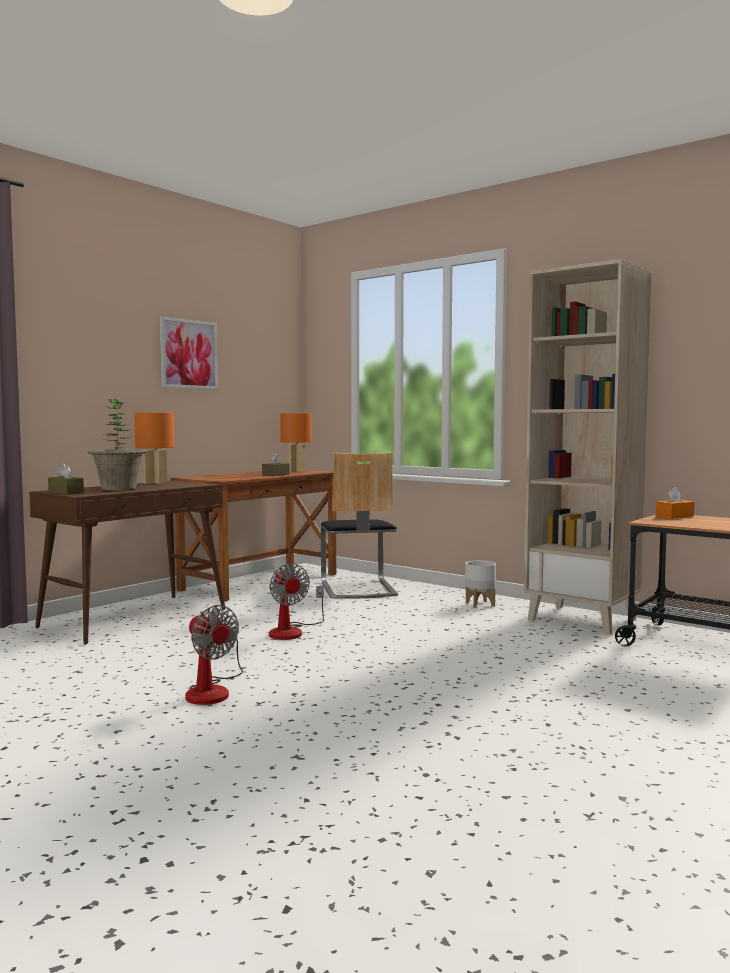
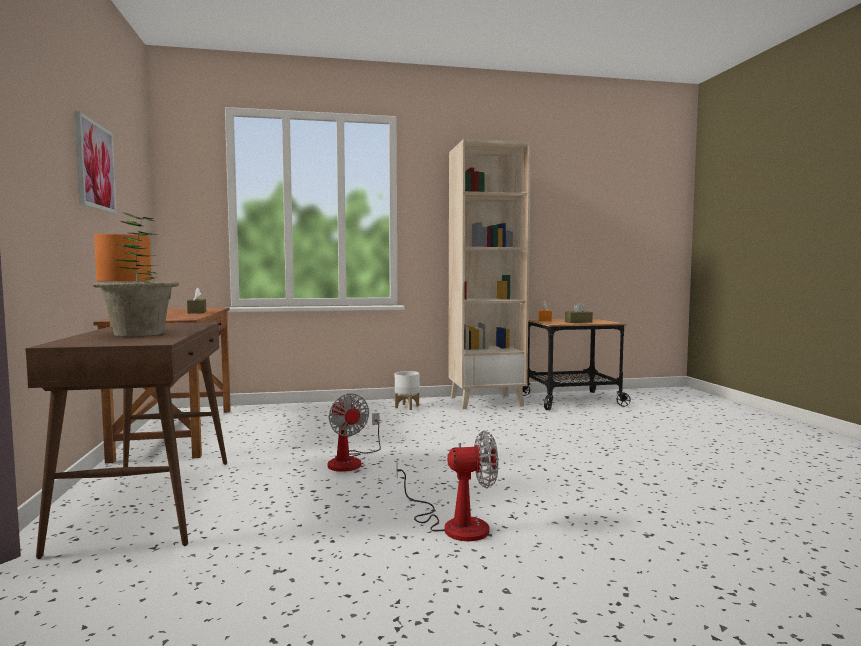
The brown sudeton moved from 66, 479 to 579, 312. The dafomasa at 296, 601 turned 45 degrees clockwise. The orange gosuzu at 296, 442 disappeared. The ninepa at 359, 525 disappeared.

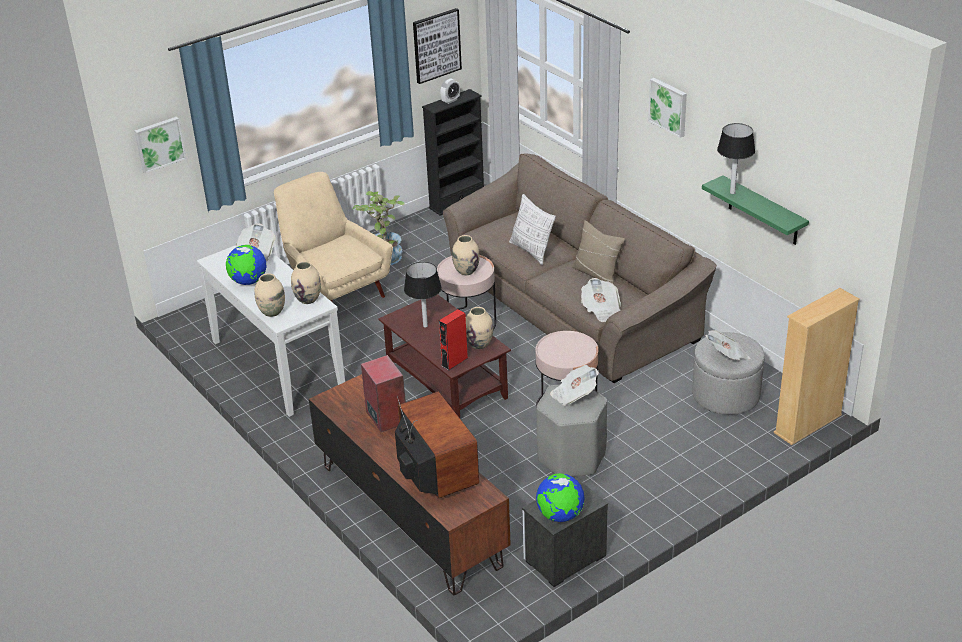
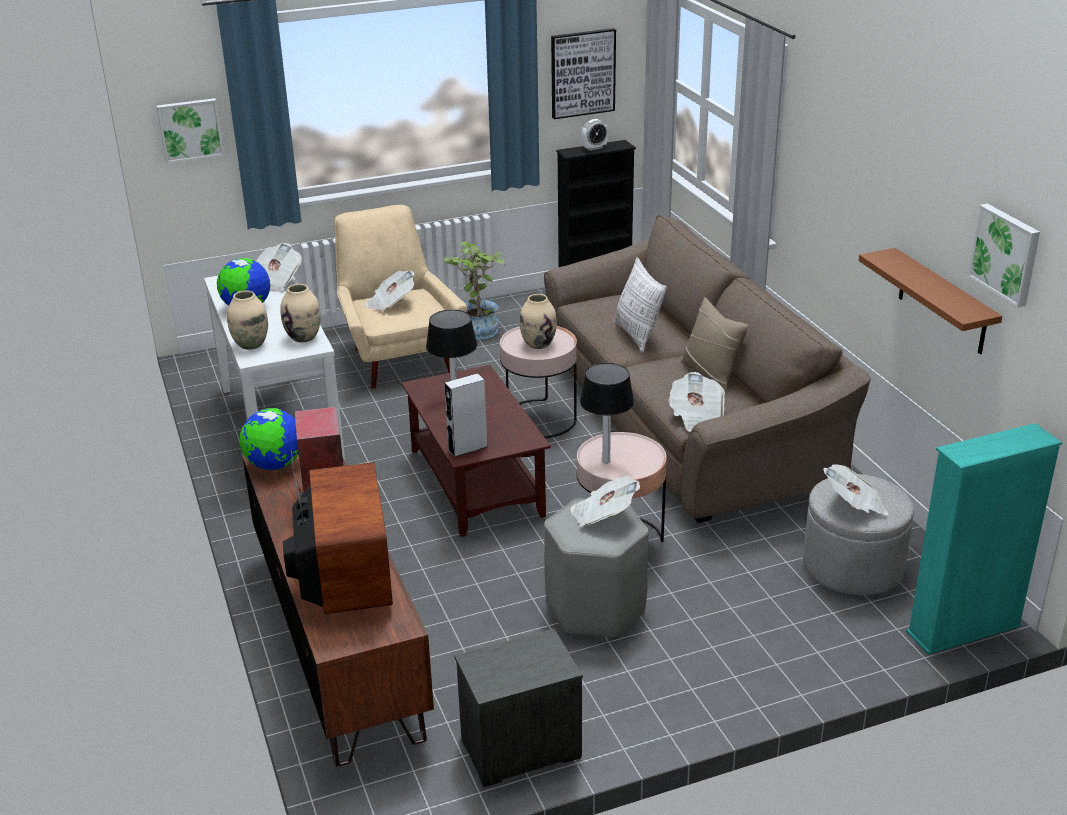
The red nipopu at 453, 339 became the grey nipopu at 466, 415. The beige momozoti at 479, 328 disappeared. The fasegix moved from 560, 497 to 269, 439. The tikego moved from 667, 108 to 1004, 255. The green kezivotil at 755, 210 became the brown kezivotil at 930, 301. The gosuzu moved from 736, 158 to 607, 413. The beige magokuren at 817, 366 became the turquoise magokuren at 984, 539. The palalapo at 390, 291 appeared.

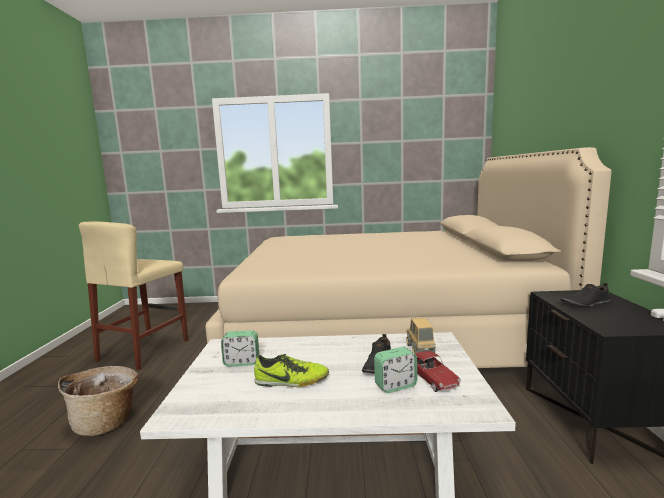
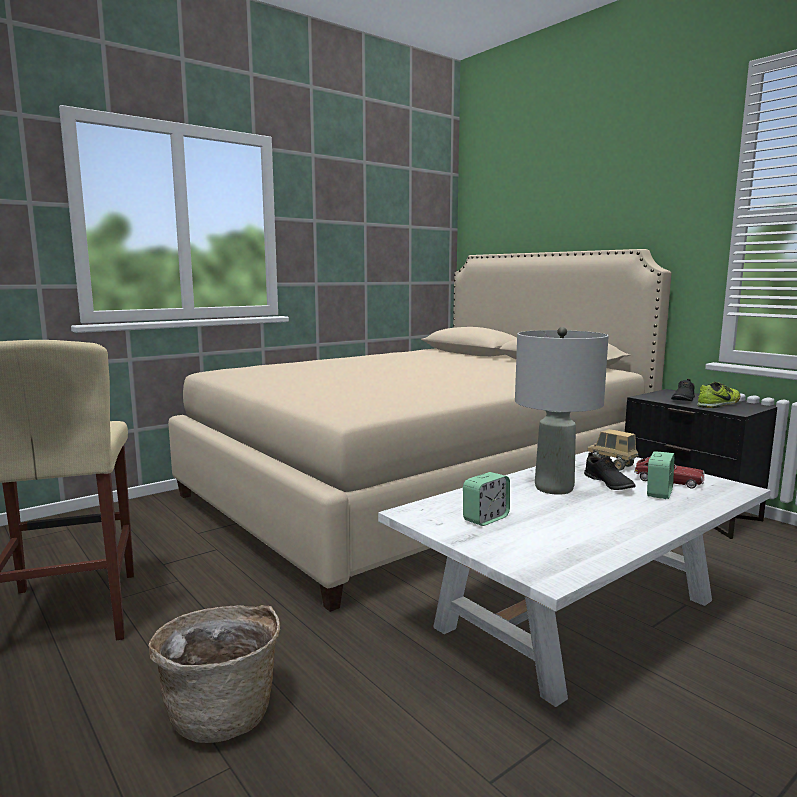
The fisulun moved from 291, 370 to 718, 395. The grey gosuzu at 562, 411 appeared.

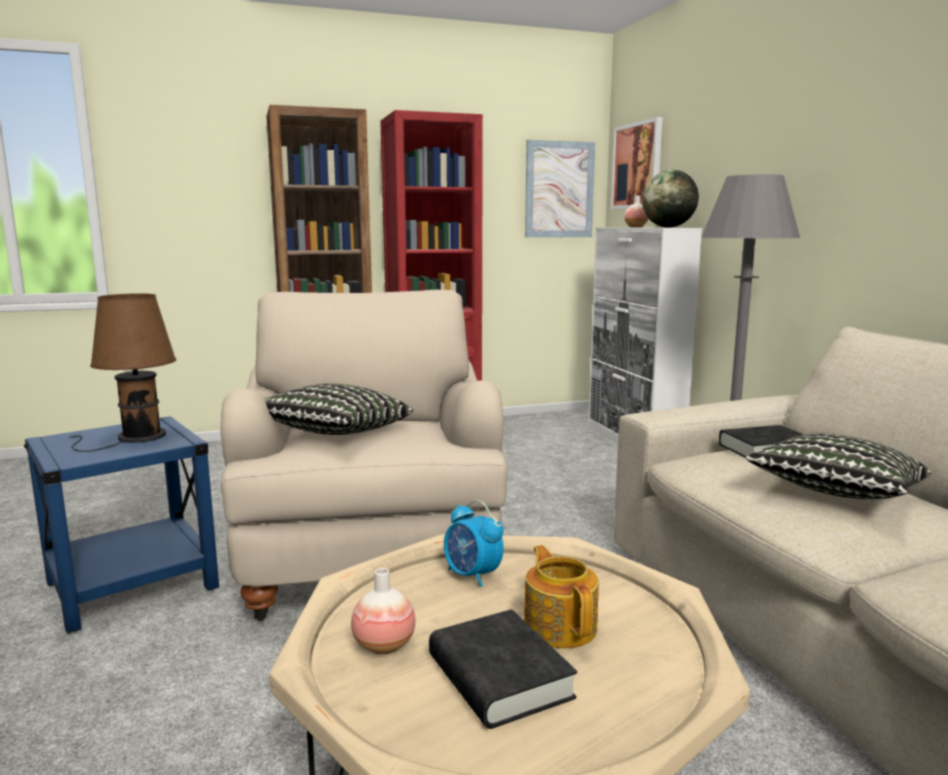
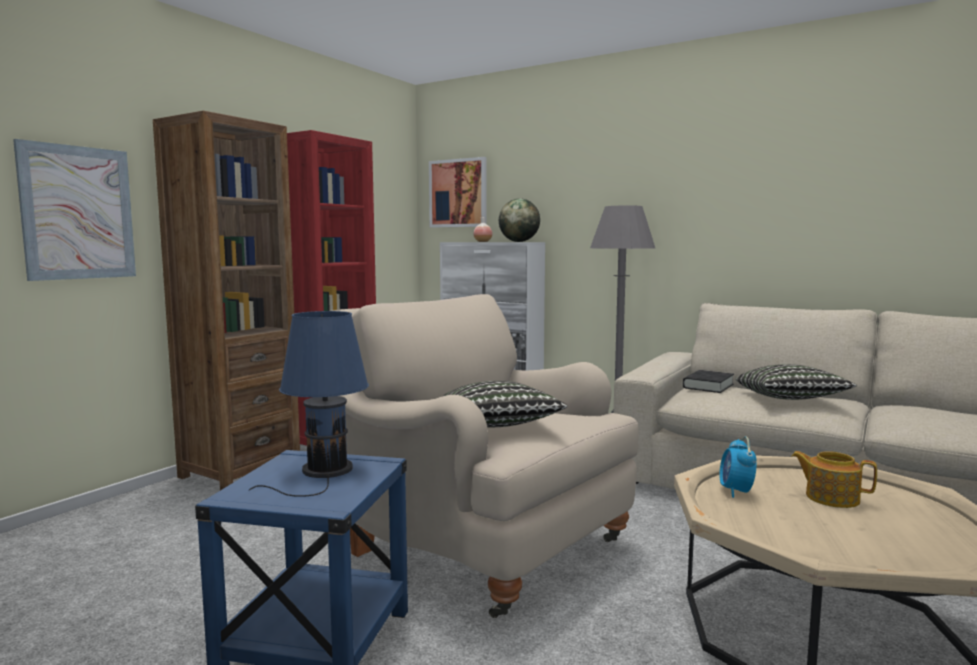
The brown gosuzu at 123, 372 became the blue gosuzu at 309, 404. The momozoti at 383, 611 disappeared. The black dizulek at 503, 669 disappeared. The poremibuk at 474, 543 turned 90 degrees clockwise. The tikego moved from 560, 189 to 74, 210.

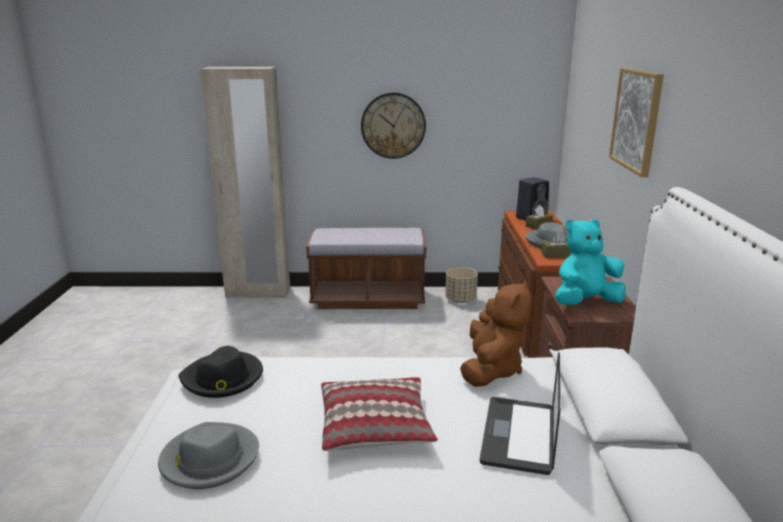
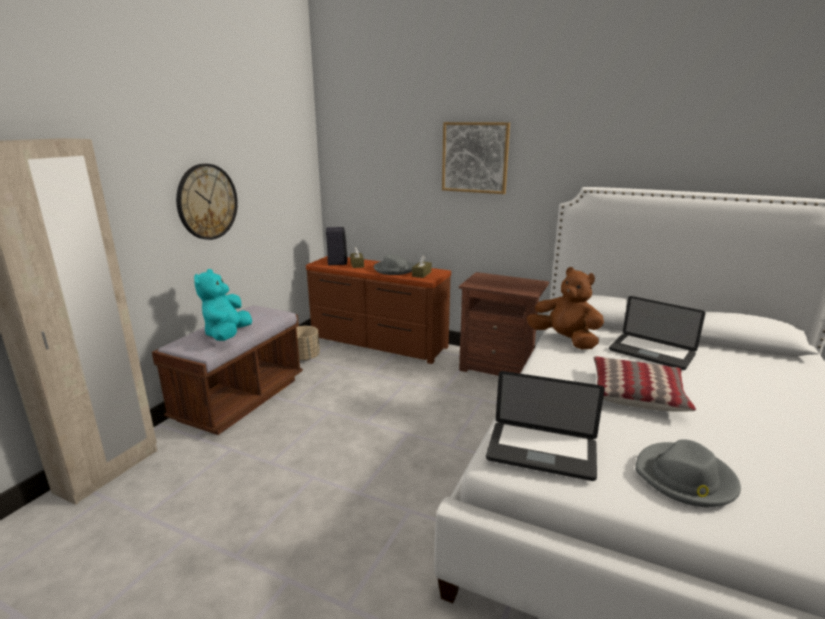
The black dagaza at 220, 372 was replaced by the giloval at 545, 426. The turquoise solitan moved from 590, 262 to 223, 305.

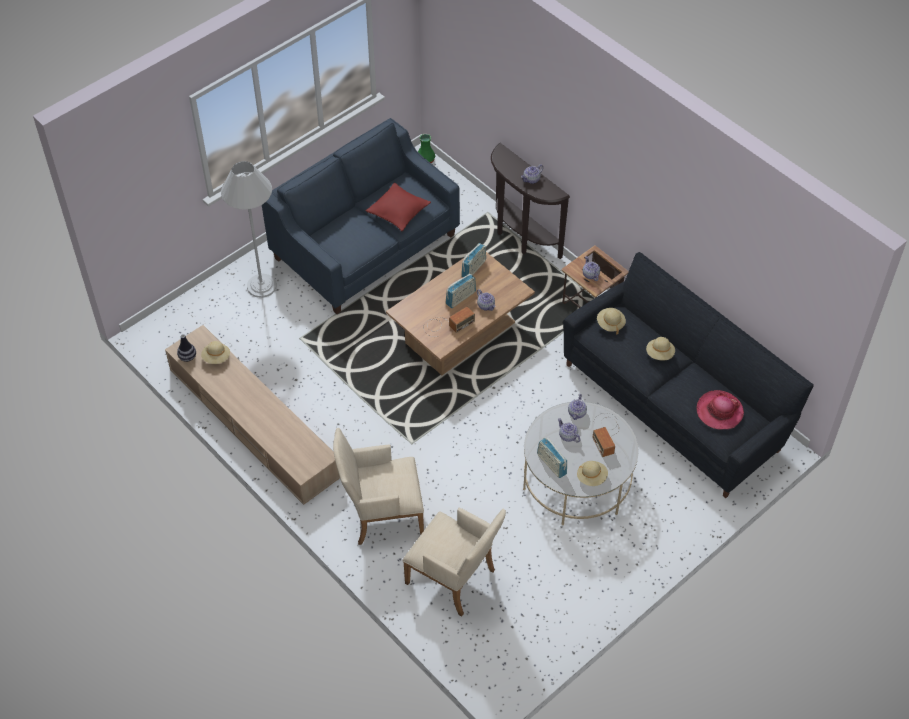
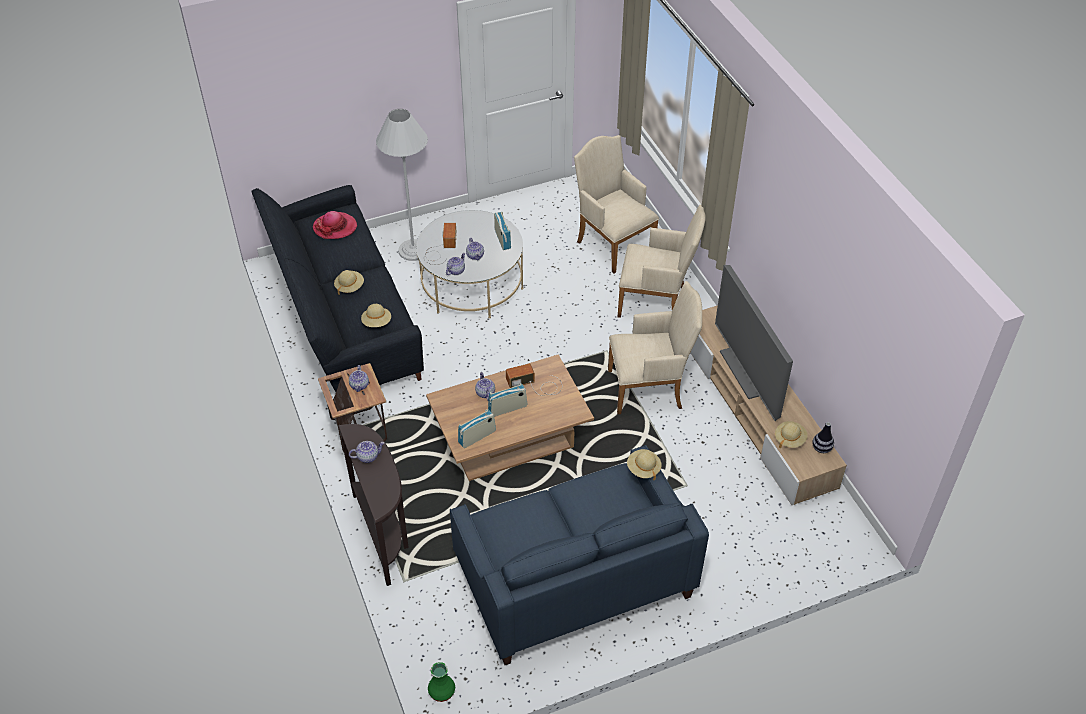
The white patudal moved from 249, 229 to 402, 185. The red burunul at 398, 206 disappeared. The beige dagaza moved from 592, 473 to 644, 464. The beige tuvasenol at 655, 347 appeared. The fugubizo at 754, 343 appeared.

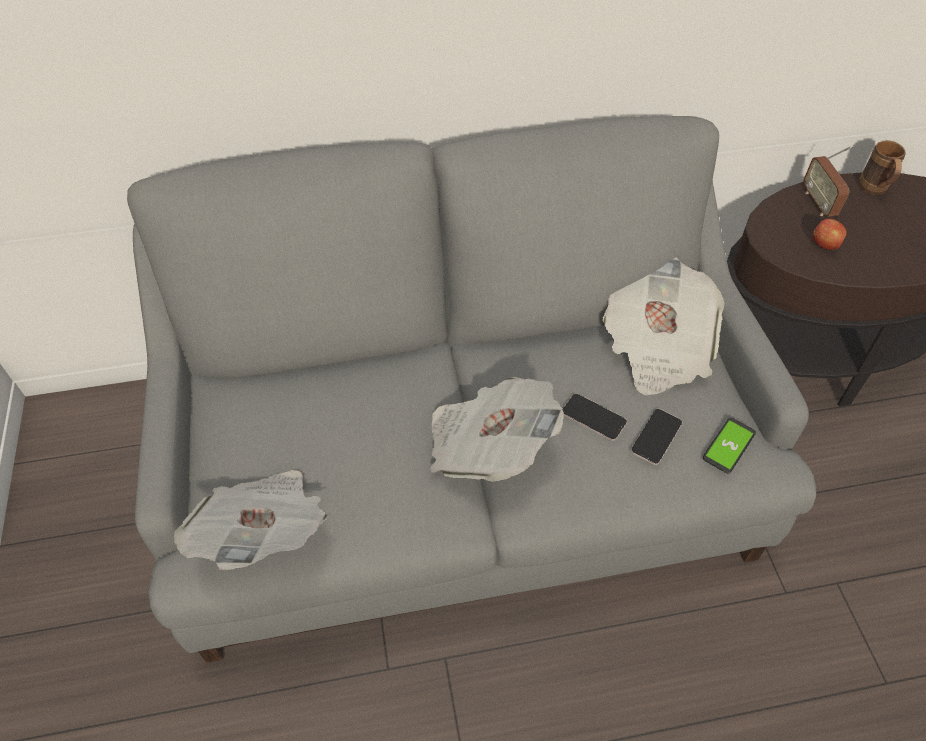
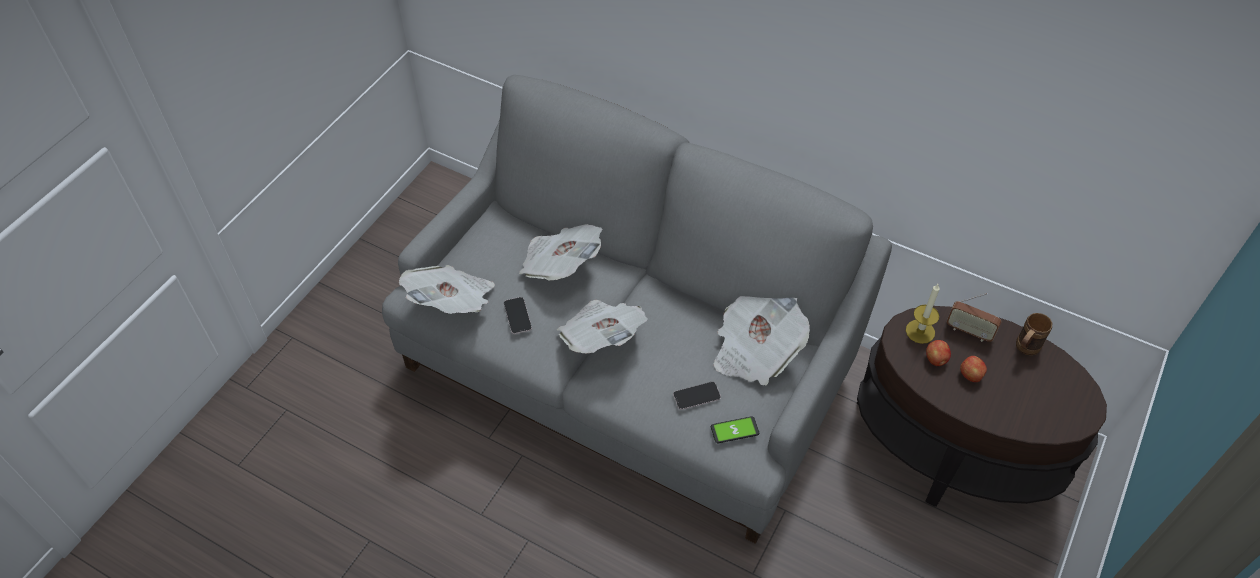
The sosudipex moved from 594, 417 to 518, 315. The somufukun at 827, 181 turned 90 degrees counterclockwise. The palalapo at 560, 252 appeared. The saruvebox at 923, 314 appeared. The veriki at 973, 369 appeared.

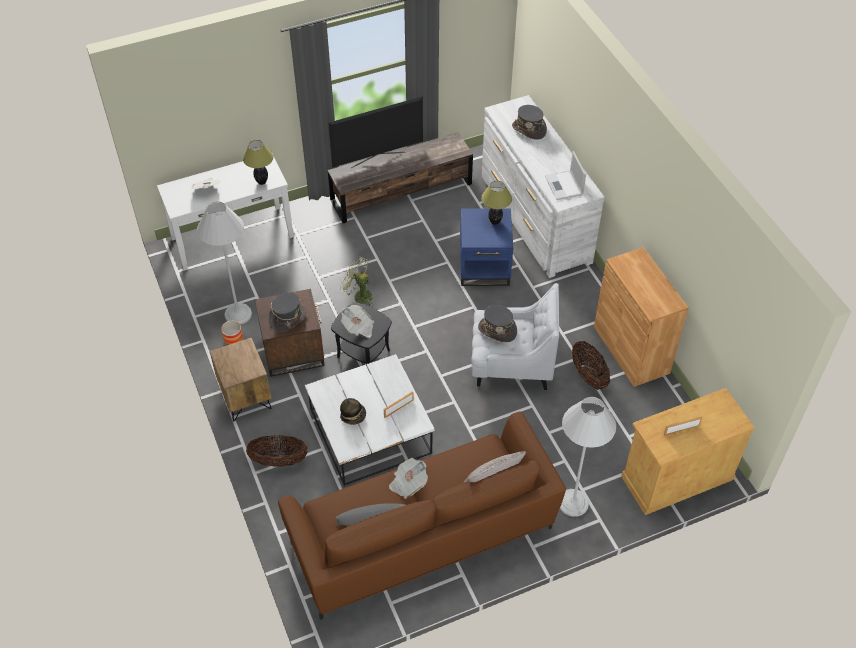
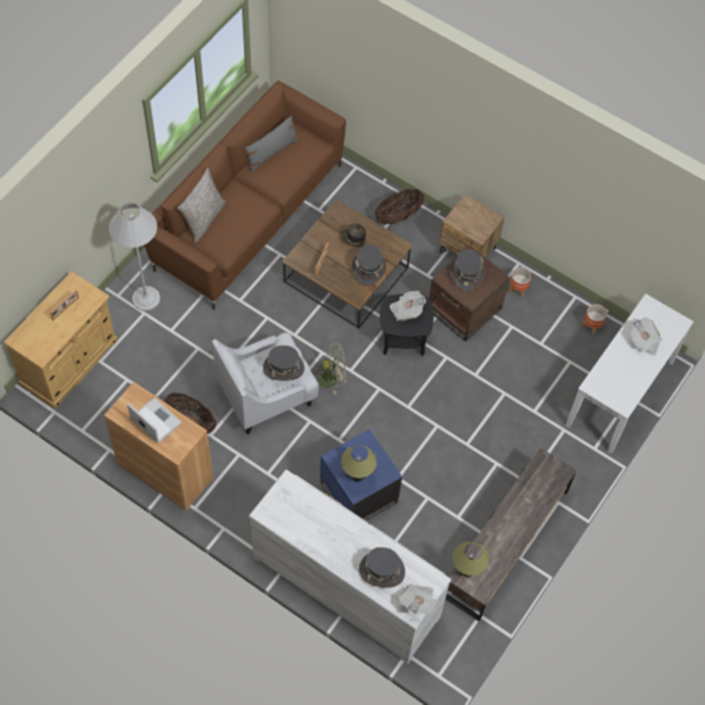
The white patudal at 224, 263 disappeared. The gosuzu moved from 258, 162 to 471, 559. The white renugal at 370, 420 became the brown renugal at 347, 264. The fugubizo at 375, 132 disappeared. The green dafomasa moved from 357, 281 to 329, 369. The palalapo moved from 408, 478 to 417, 599. The giloval moved from 565, 175 to 154, 420. The grey dagaza at 369, 265 appeared. The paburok at 594, 319 appeared.

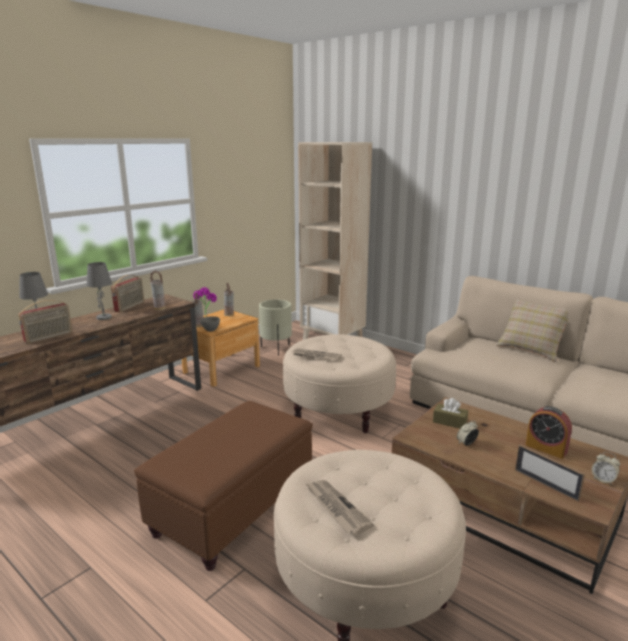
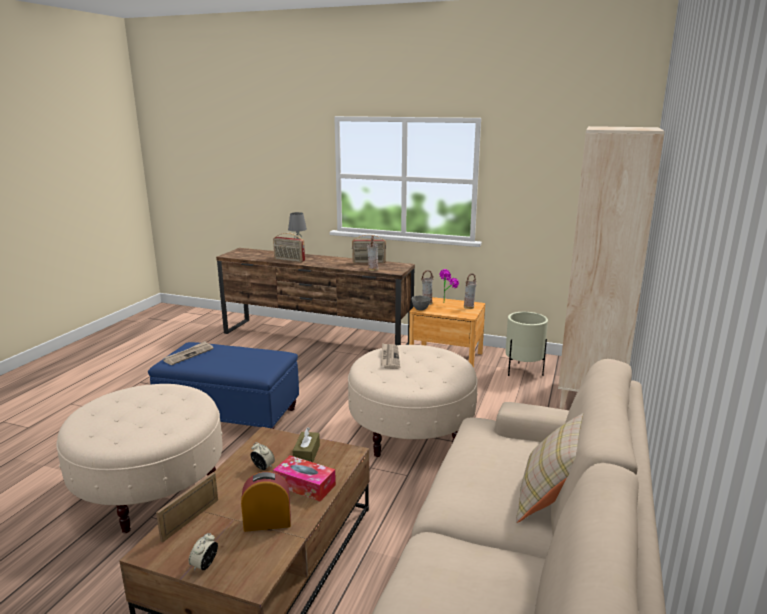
The grey gosuzu at 99, 291 disappeared. The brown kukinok at 223, 486 became the blue kukinok at 223, 385. The palalapo moved from 339, 507 to 188, 353. The poremibuk at 549, 432 turned 60 degrees clockwise. The sudeton at 304, 478 appeared.

